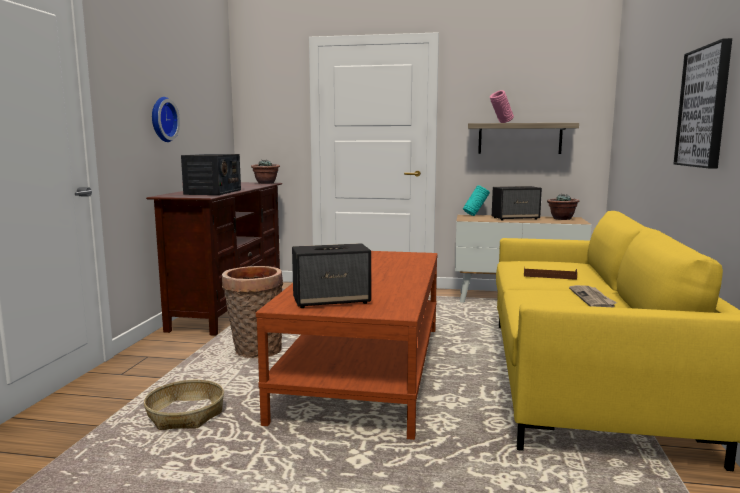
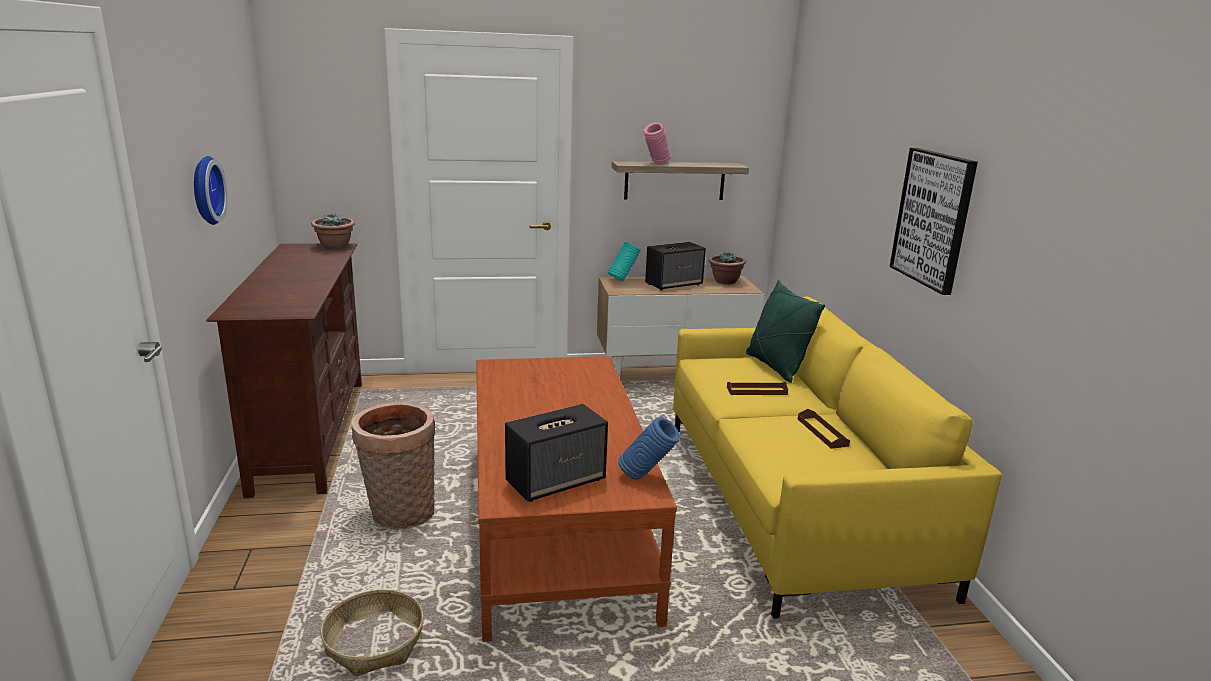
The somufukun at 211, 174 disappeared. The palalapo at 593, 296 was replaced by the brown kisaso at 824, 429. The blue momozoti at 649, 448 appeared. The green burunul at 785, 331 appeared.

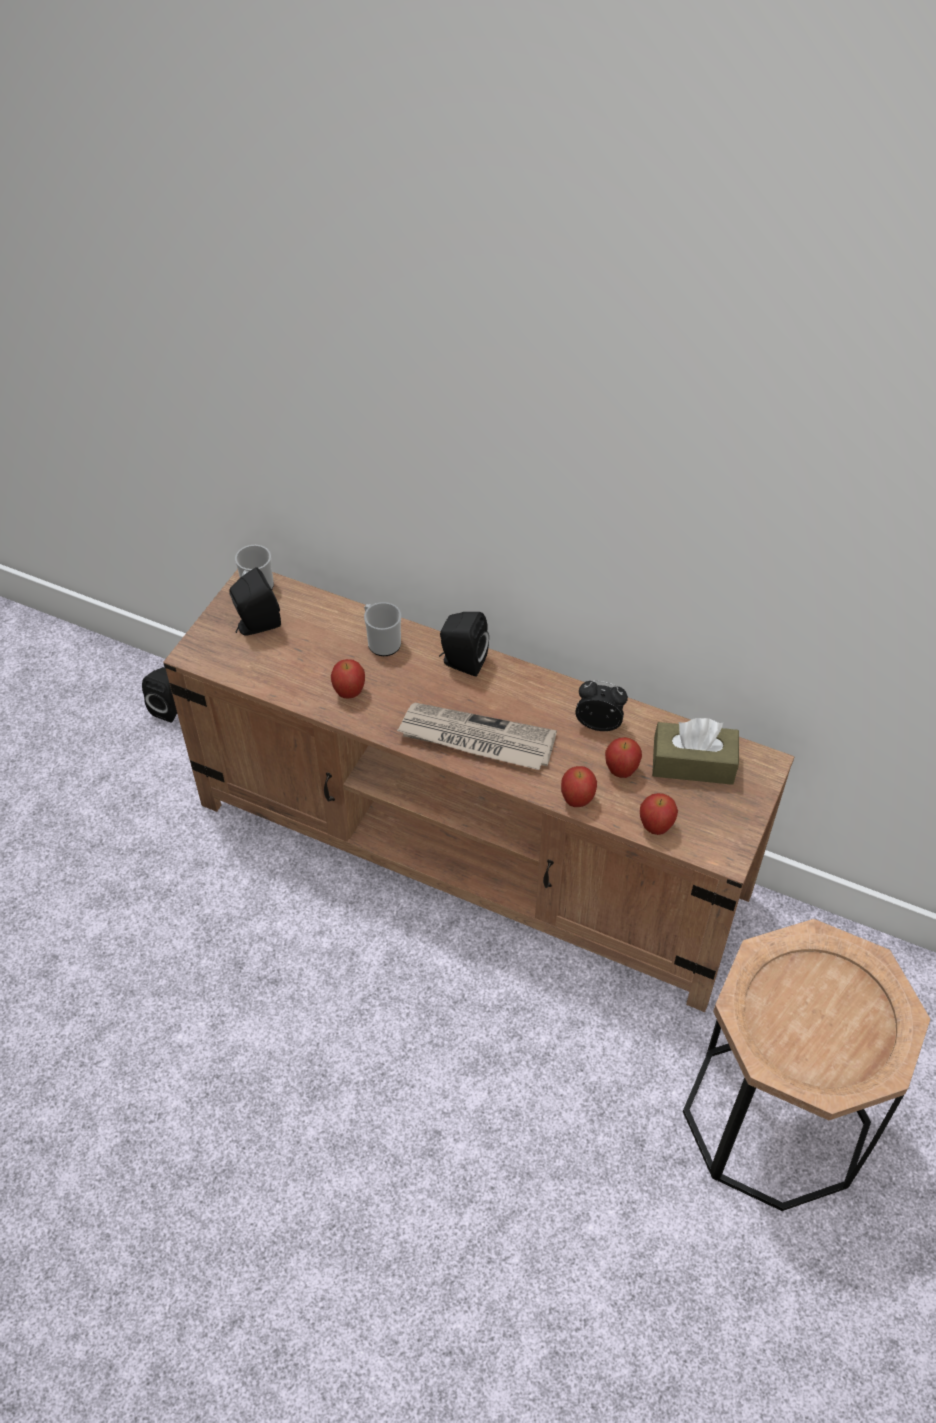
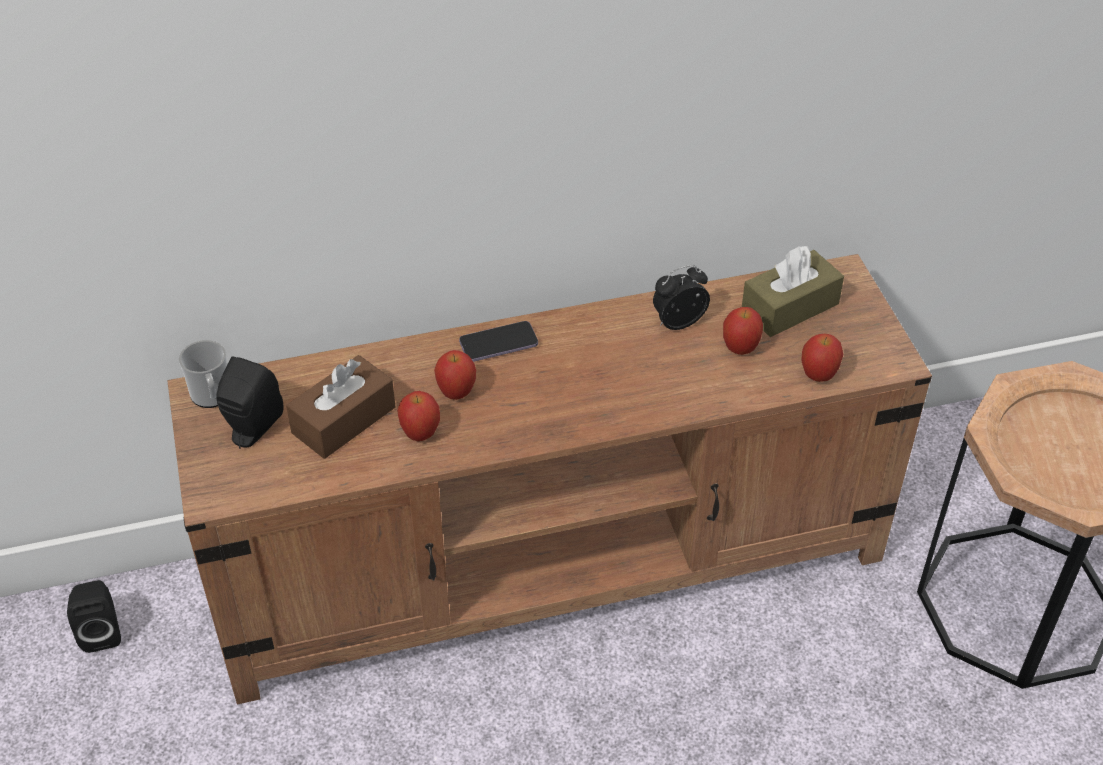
The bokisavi at 382, 629 disappeared. The palalapo at 477, 736 disappeared. The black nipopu at 464, 644 was replaced by the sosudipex at 498, 341. The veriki moved from 579, 786 to 455, 375. The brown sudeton at 340, 407 appeared.

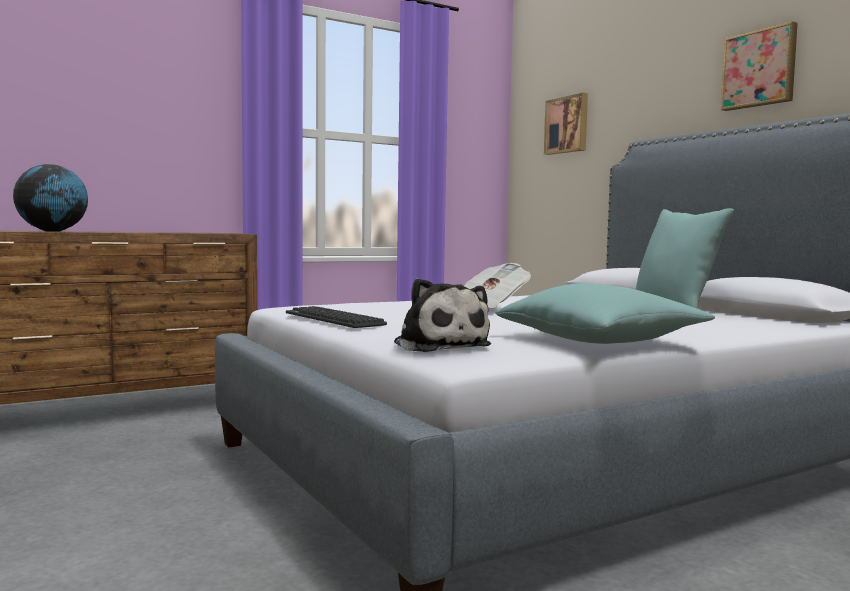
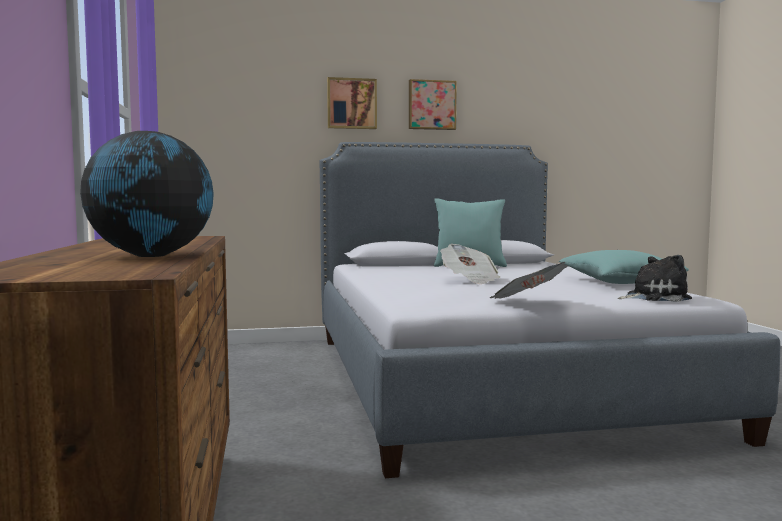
The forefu at 336, 317 was replaced by the palalapo at 529, 280. The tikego moved from 566, 124 to 352, 103.

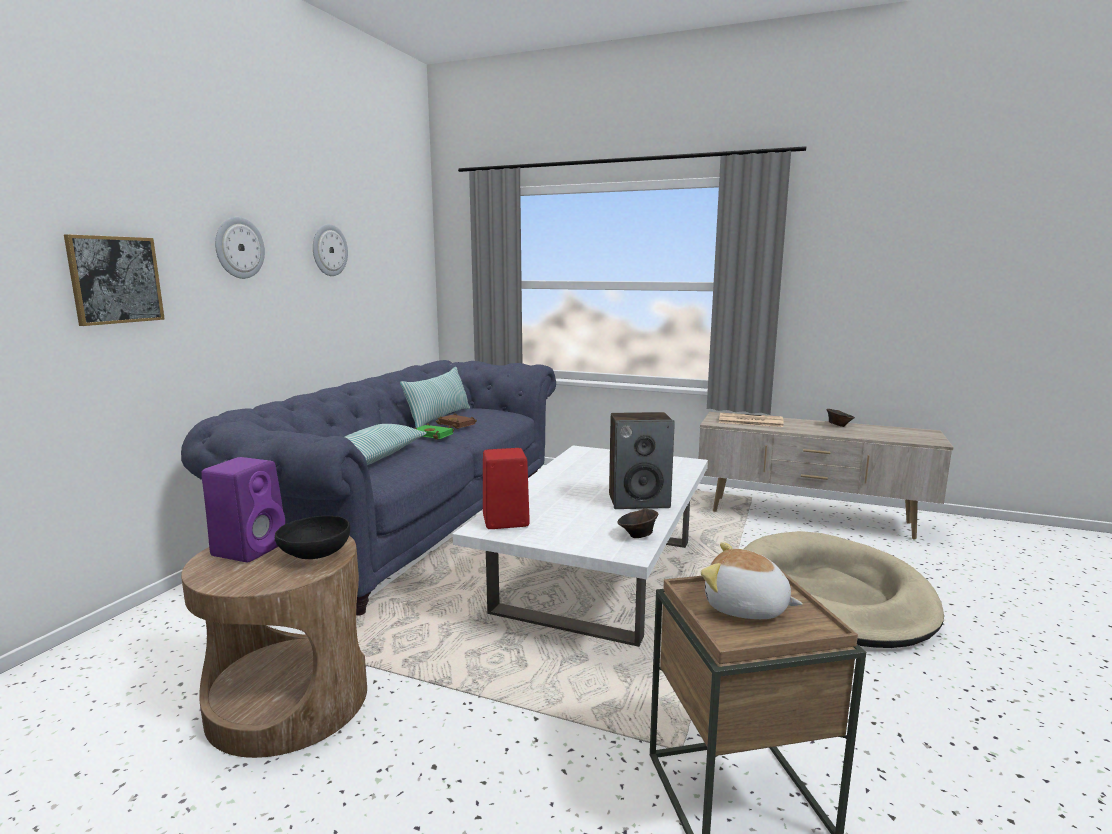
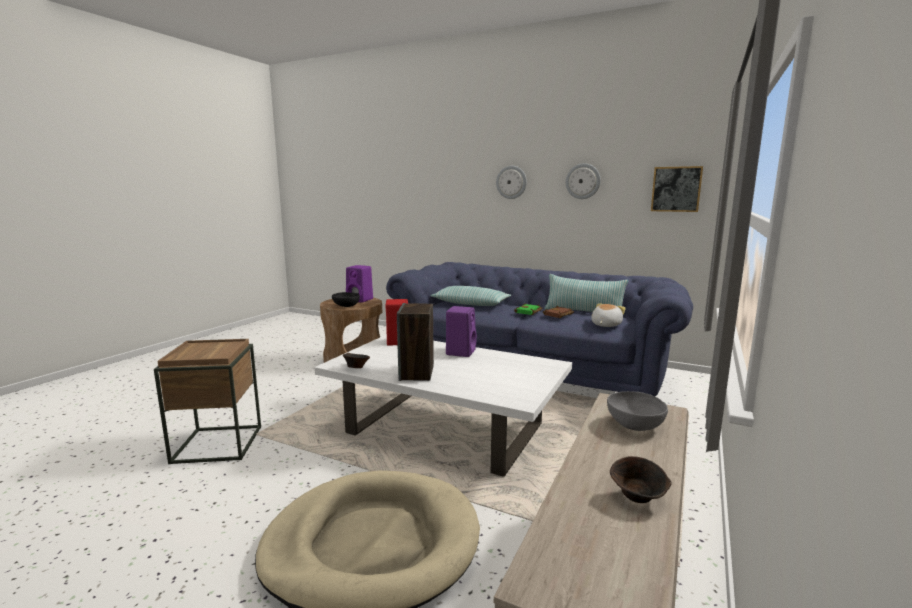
The tikego moved from 114, 280 to 677, 189. The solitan moved from 752, 580 to 608, 315. The palalapo at 751, 420 was replaced by the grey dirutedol at 637, 411. The purple nipopu at 461, 331 appeared.

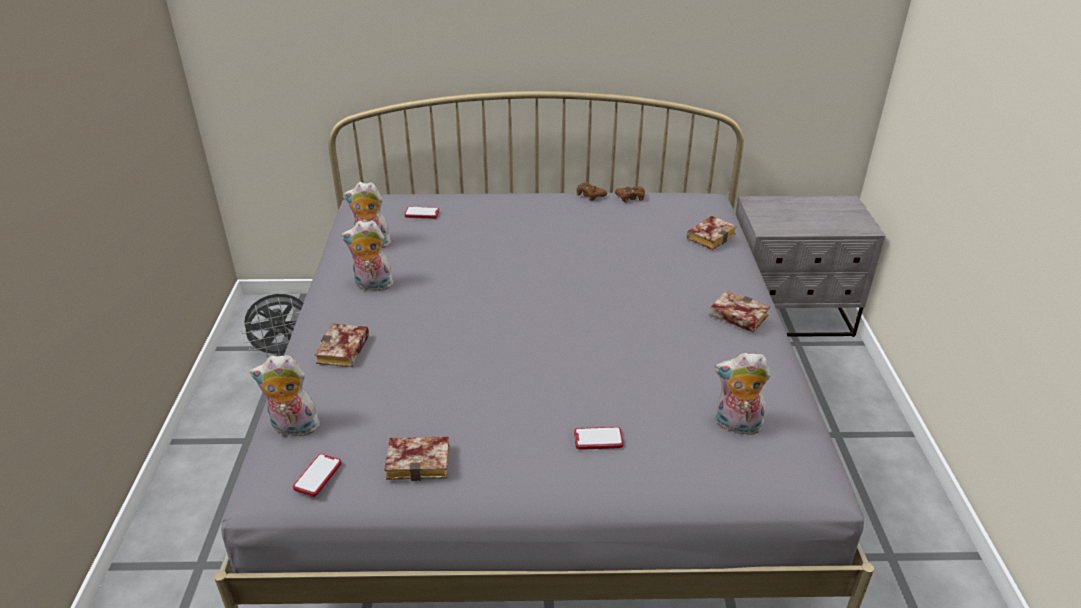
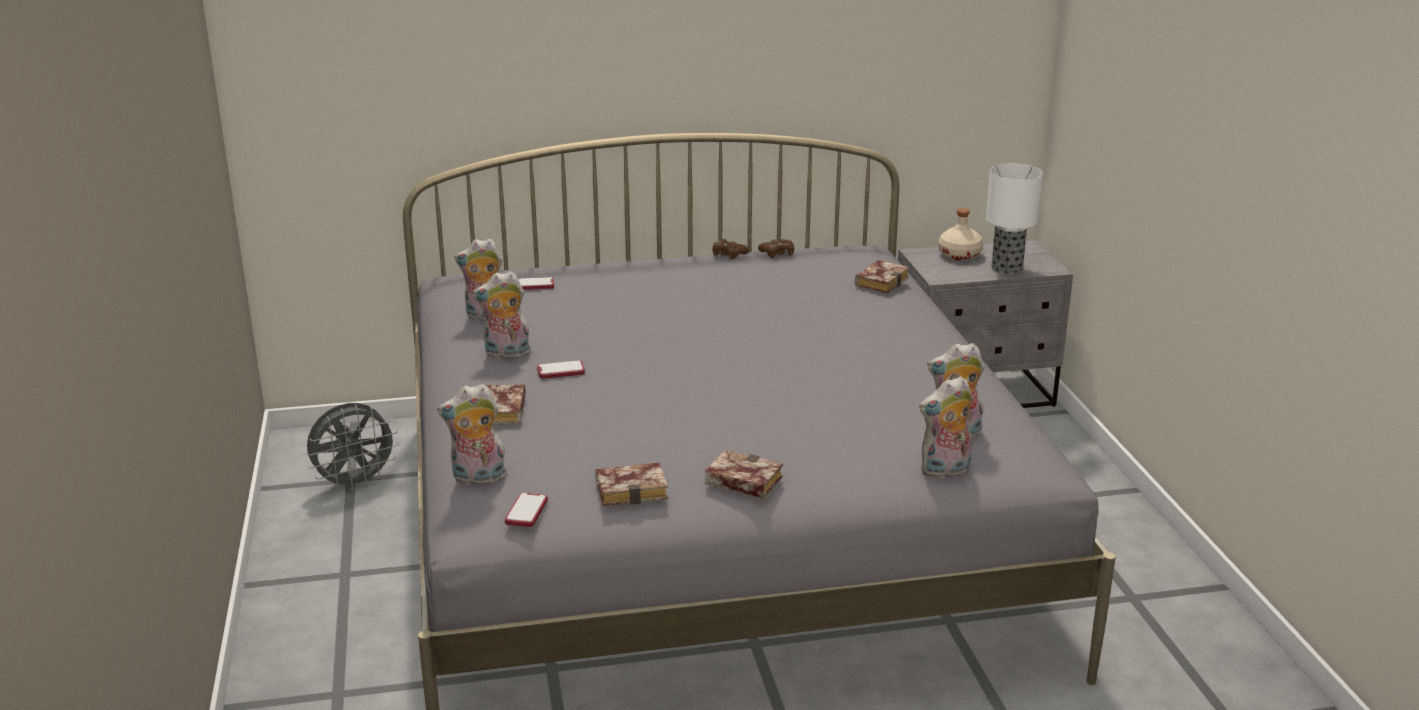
The sosudipex moved from 598, 438 to 561, 369. The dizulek moved from 739, 312 to 744, 474. The solitan at 945, 427 appeared. The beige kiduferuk at 960, 234 appeared. The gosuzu at 1014, 219 appeared.

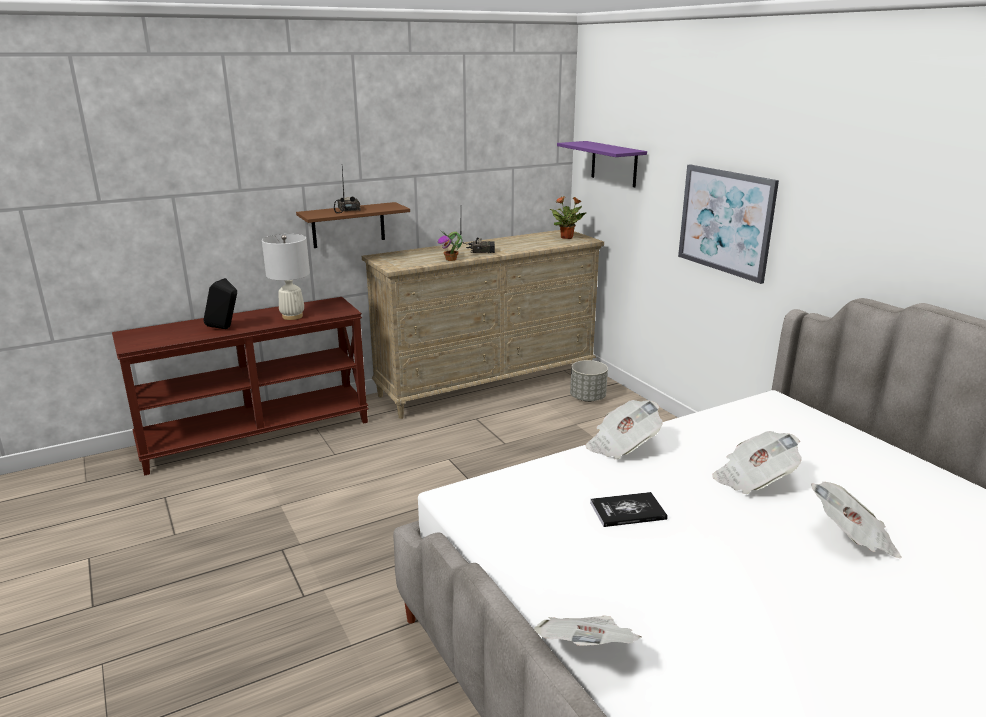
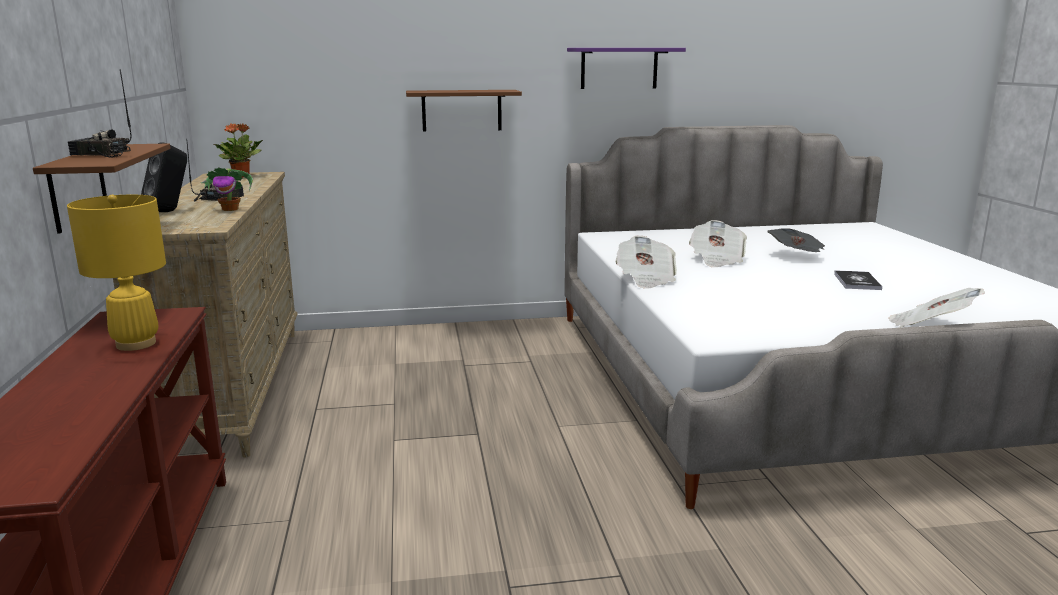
The black nipopu moved from 220, 303 to 164, 177. The white gosuzu at 286, 277 became the yellow gosuzu at 116, 273. The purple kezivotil moved from 602, 164 to 626, 68. The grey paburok at 589, 381 disappeared. The dizulek moved from 629, 509 to 858, 280. The tikego at 728, 224 was replaced by the brown kezivotil at 464, 111.

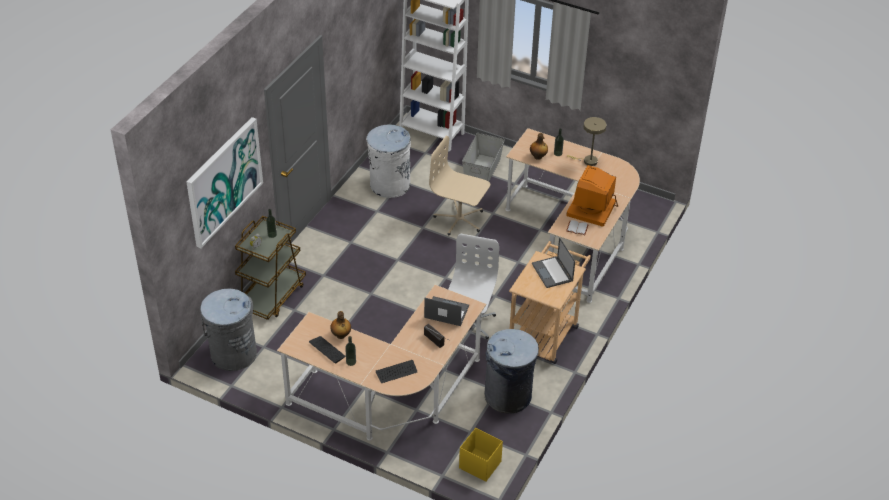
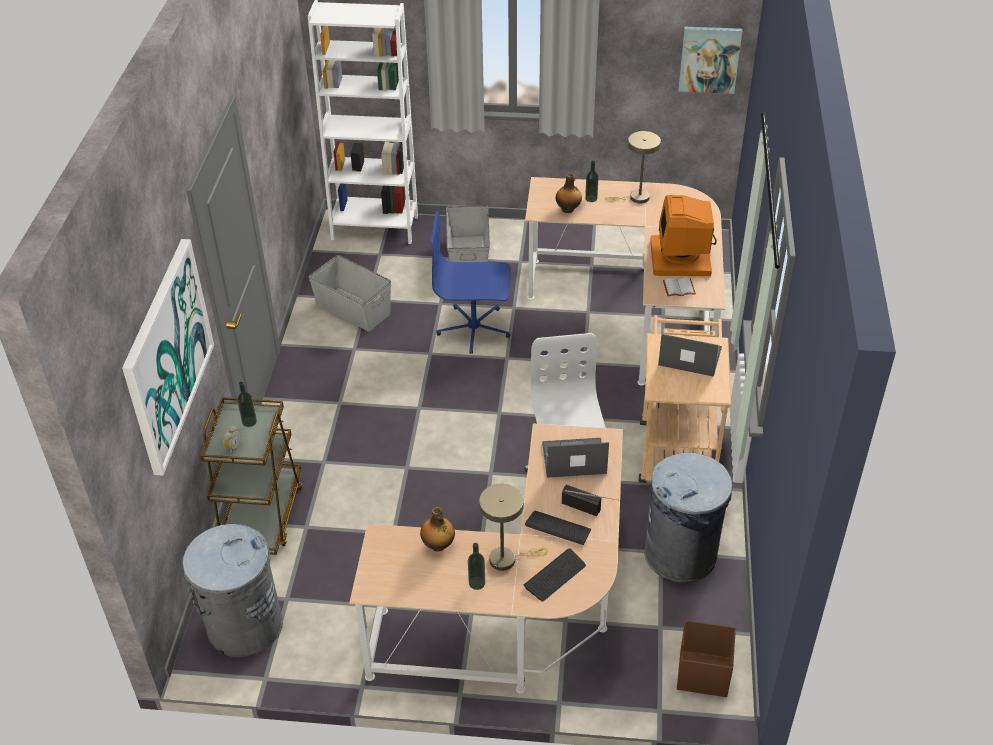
The forefu moved from 327, 350 to 558, 528. The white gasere at 388, 161 was replaced by the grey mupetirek at 350, 293. The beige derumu at 459, 186 became the blue derumu at 471, 282. The yellow mupetirek at 481, 455 became the brown mupetirek at 706, 658. The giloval at 553, 262 turned 150 degrees clockwise. The beige gosuzu at 513, 527 appeared. The tikego at 710, 60 appeared.

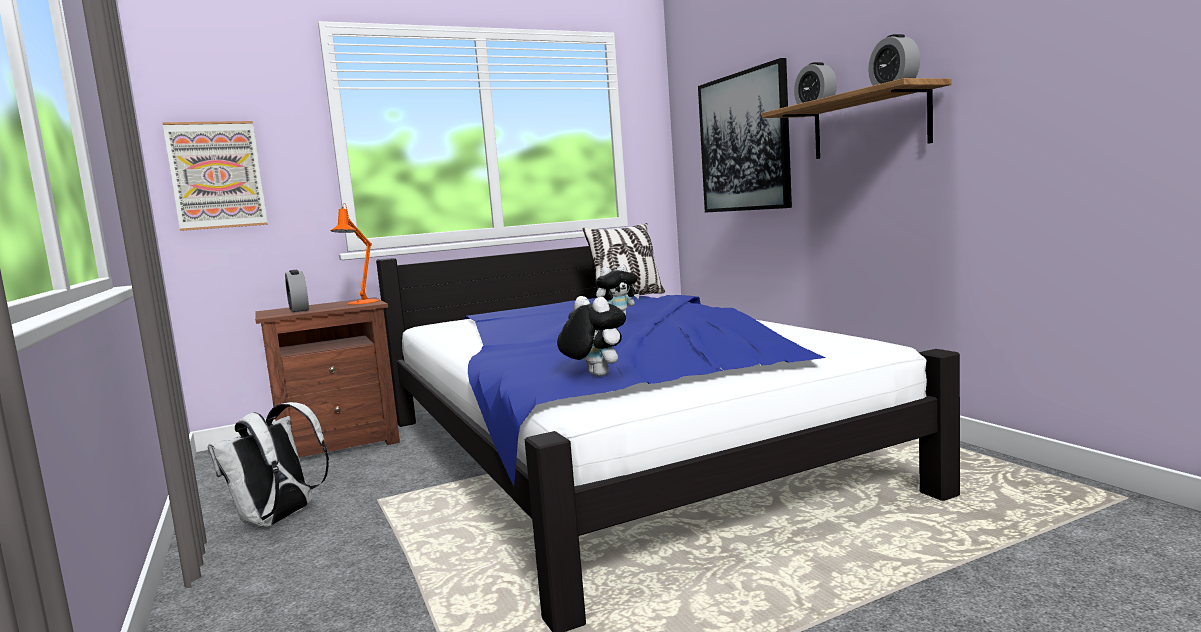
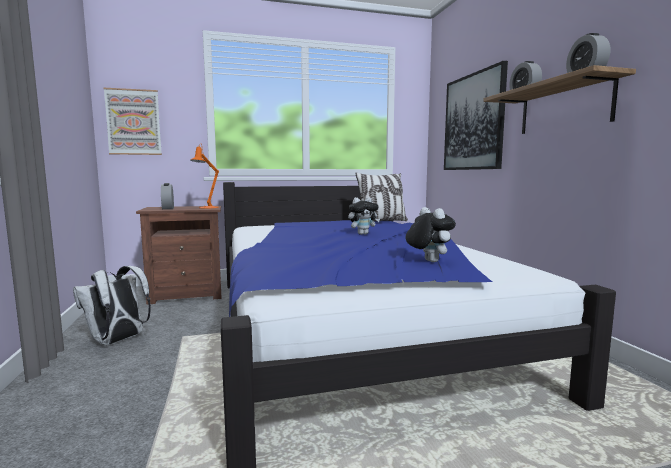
The solitan moved from 591, 336 to 431, 234.

